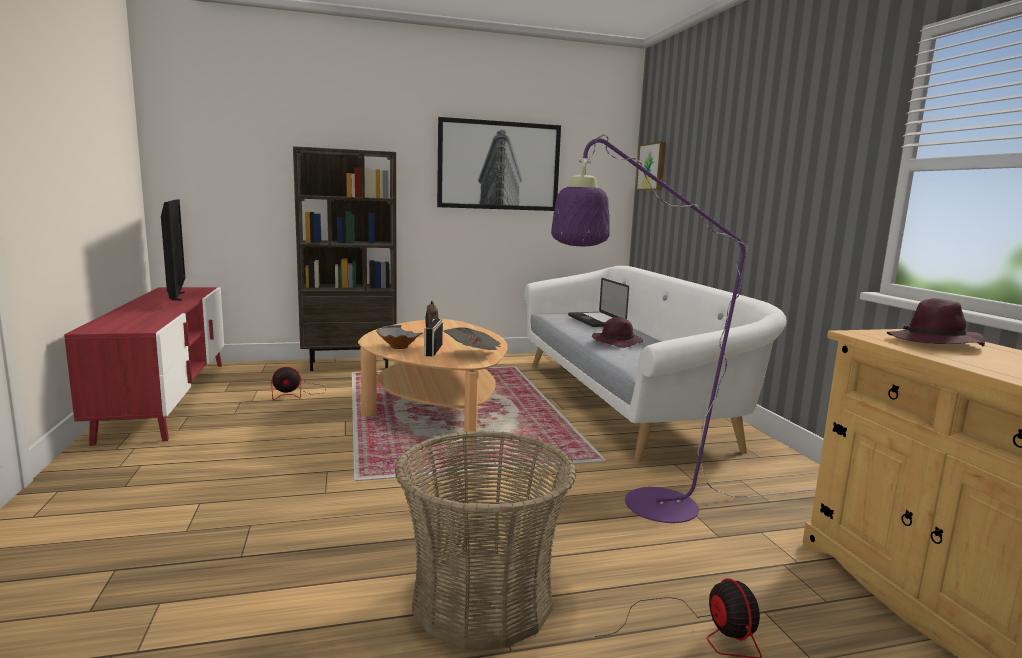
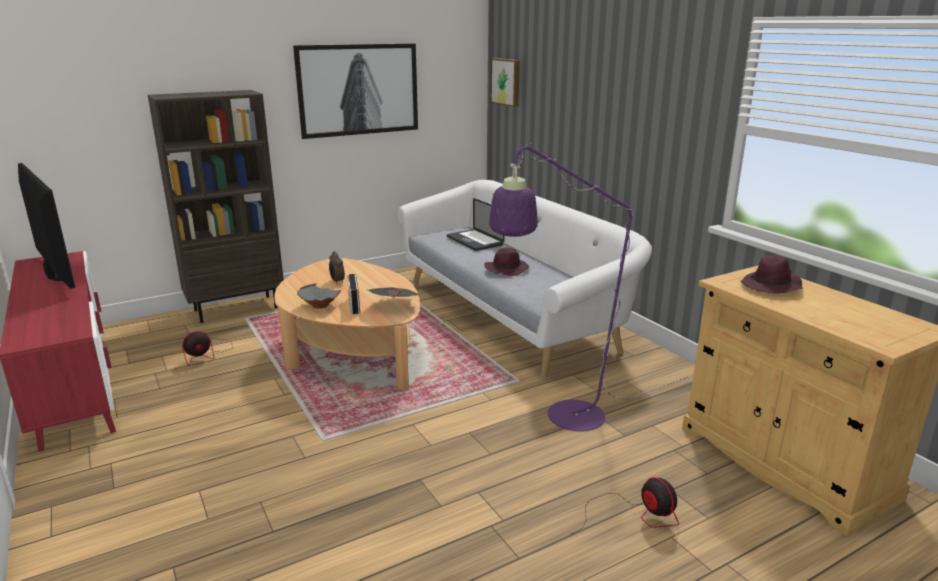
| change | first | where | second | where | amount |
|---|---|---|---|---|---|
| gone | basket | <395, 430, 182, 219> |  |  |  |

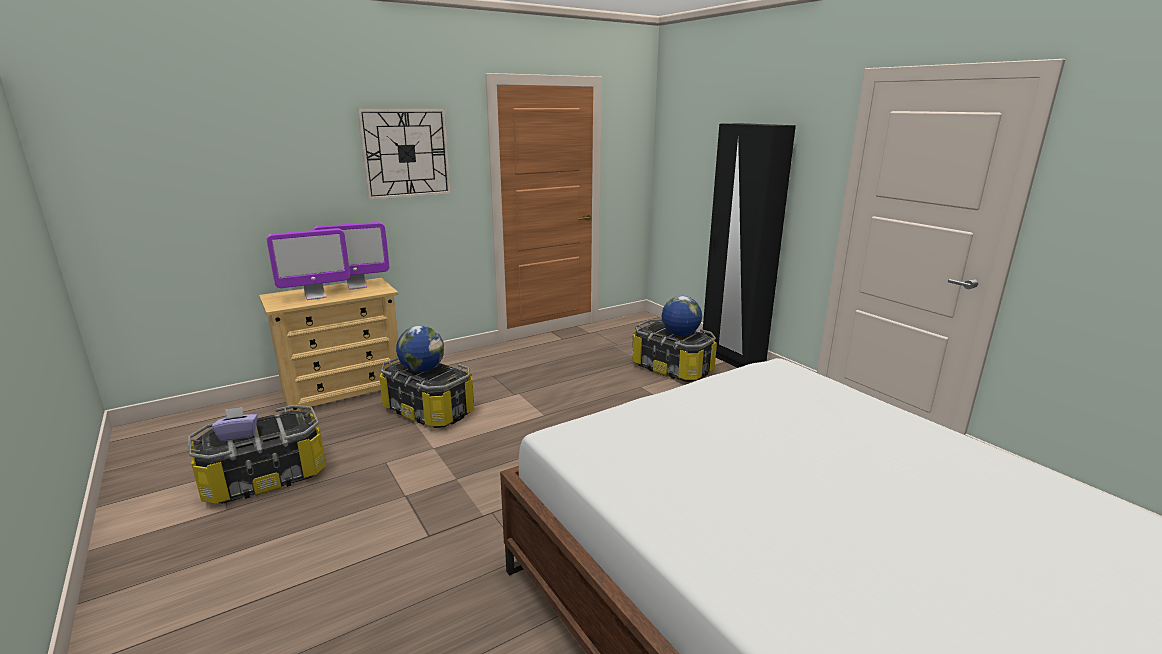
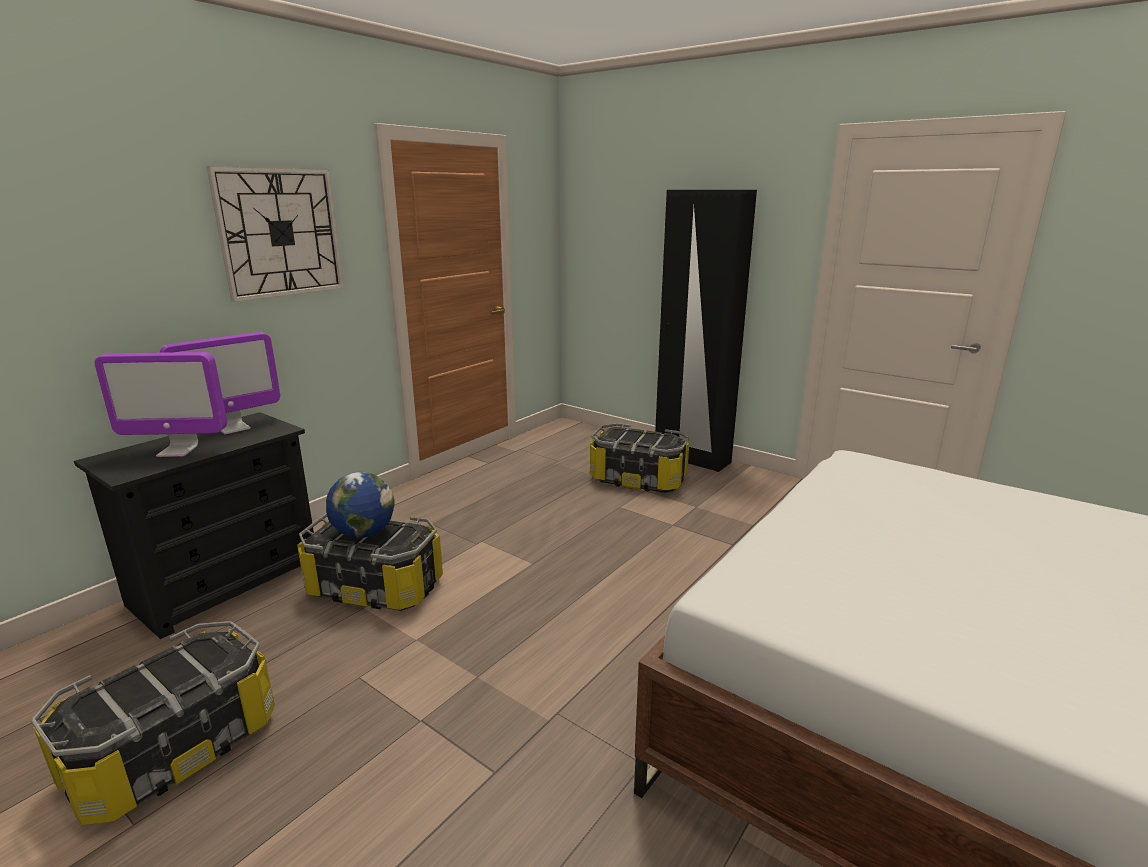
| change | first | where | second | where | amount |
|---|---|---|---|---|---|
| rotated | monitor | <267, 228, 83, 72> |  | <95, 352, 132, 105> | 45 degrees clockwise |
| repainted | chest of drawers in beige-coloured | <259, 278, 141, 133> | chest of drawers in black | <74, 412, 240, 227> |  |
| gone | globe | <662, 296, 40, 40> |  |  |  |
| gone | tissue holder in purple-coloured | <212, 407, 46, 34> |  |  |  |

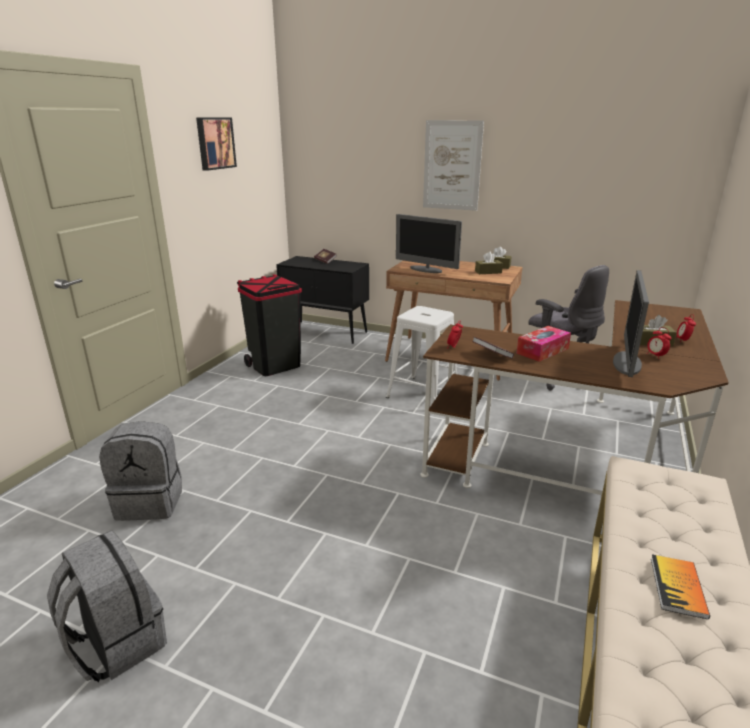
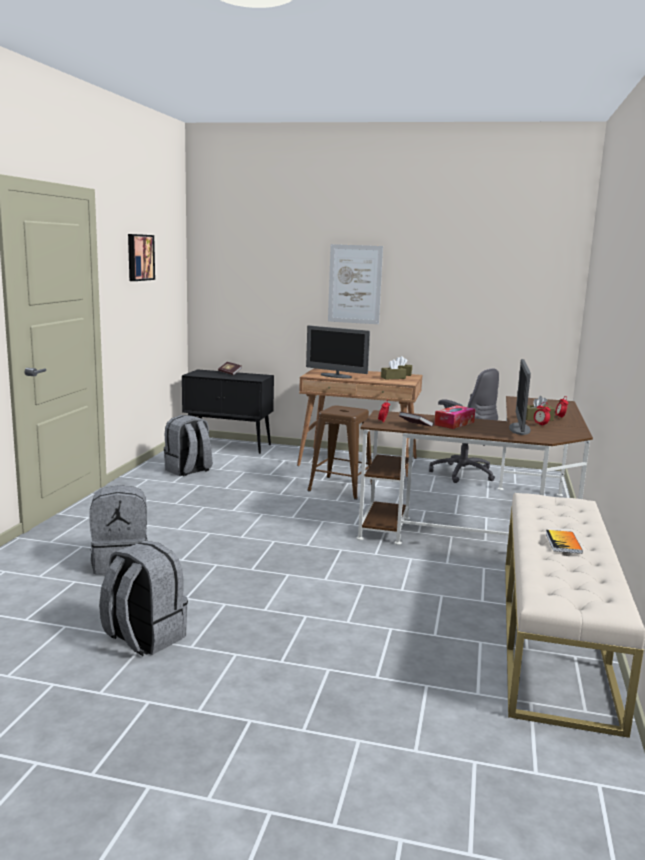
| change | first | where | second | where | amount |
|---|---|---|---|---|---|
| swapped | waste bin in black | <237, 274, 65, 102> | backpack in greyish | <164, 415, 48, 61> |  |
| repainted | sitting stool in white | <386, 306, 71, 98> | sitting stool in brownish | <307, 405, 65, 95> |  |

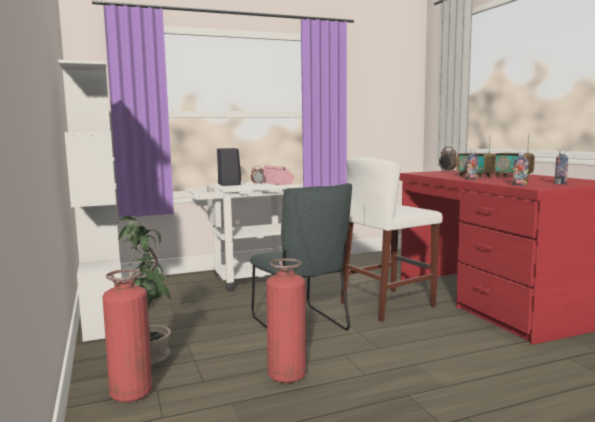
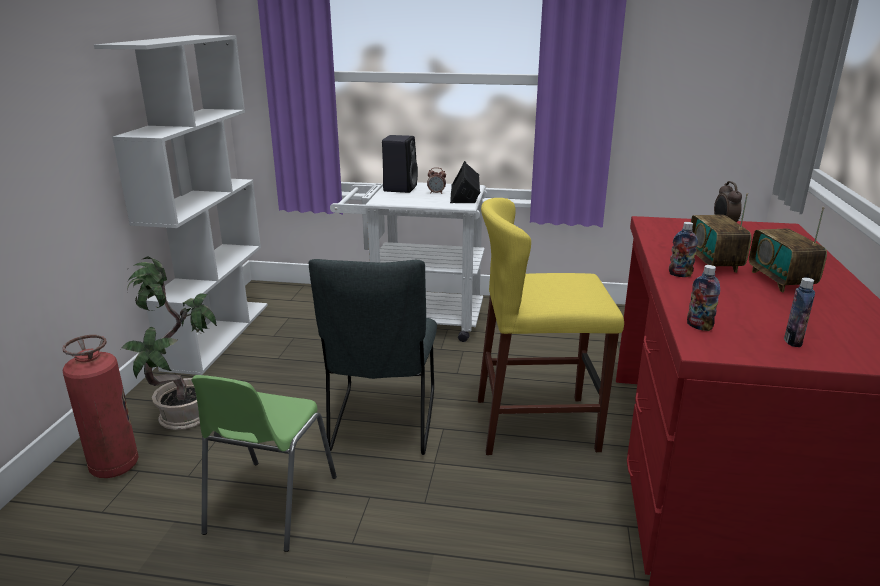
| change | first | where | second | where | amount |
|---|---|---|---|---|---|
| repainted | sitting stool in white | <341, 157, 102, 165> | sitting stool in yellowish | <478, 198, 146, 257> |  |
| repainted | audio speaker in pink | <262, 165, 33, 20> | audio speaker in black | <450, 161, 30, 42> |  |
| swapped | fire extinguisher | <266, 258, 40, 125> | chair in greenish | <192, 375, 145, 177> |  |

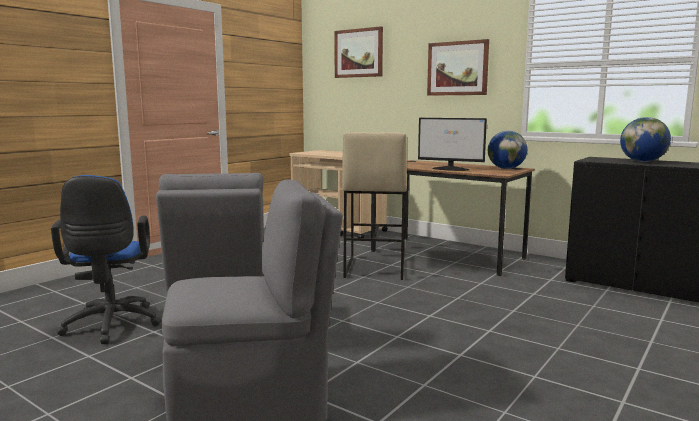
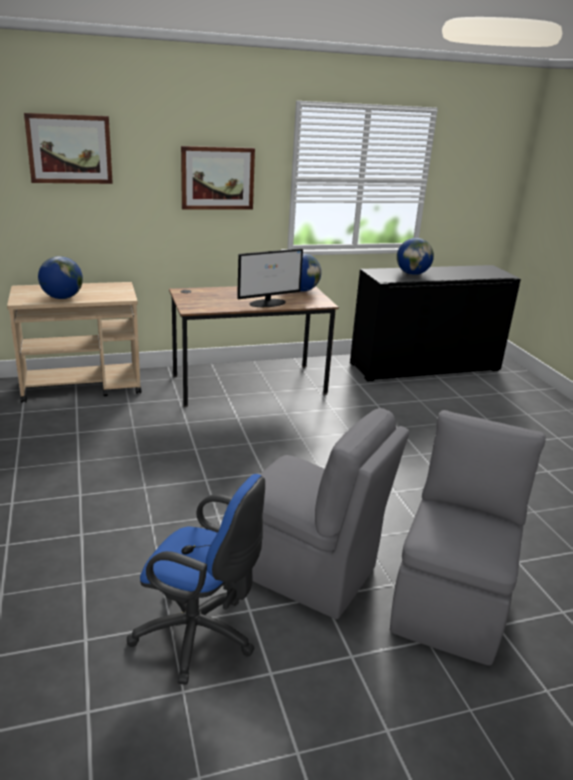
| change | first | where | second | where | amount |
|---|---|---|---|---|---|
| gone | sitting stool in beige-coloured | <342, 132, 65, 148> |  |  |  |
| new |  |  | globe | <38, 256, 45, 43> |  |

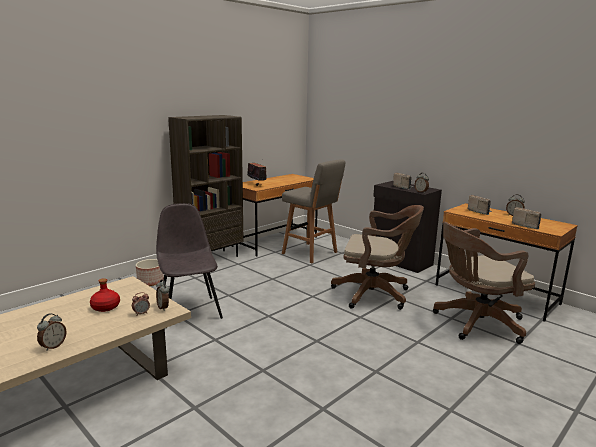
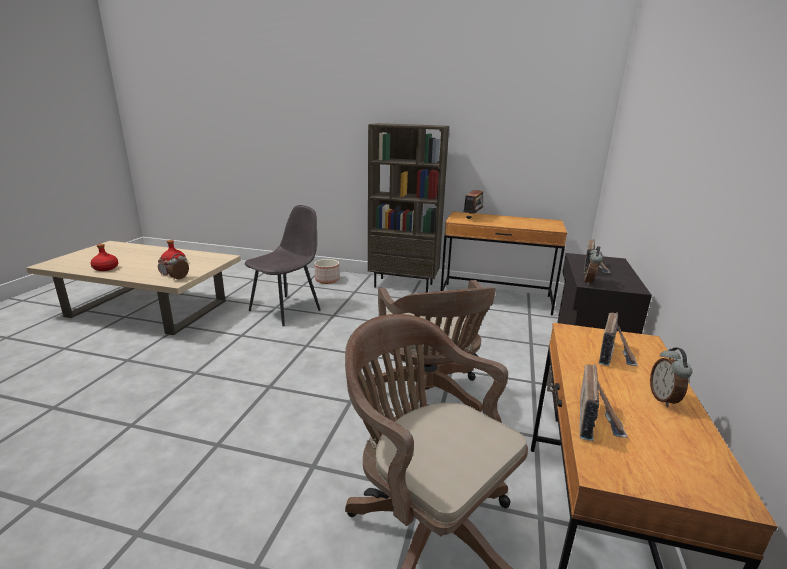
| change | first | where | second | where | amount |
|---|---|---|---|---|---|
| gone | sitting stool in greyish | <282, 159, 63, 104> |  |  |  |
| swapped | bedside clock | <37, 313, 29, 38> | beverage bottle in red | <91, 244, 27, 27> |  |

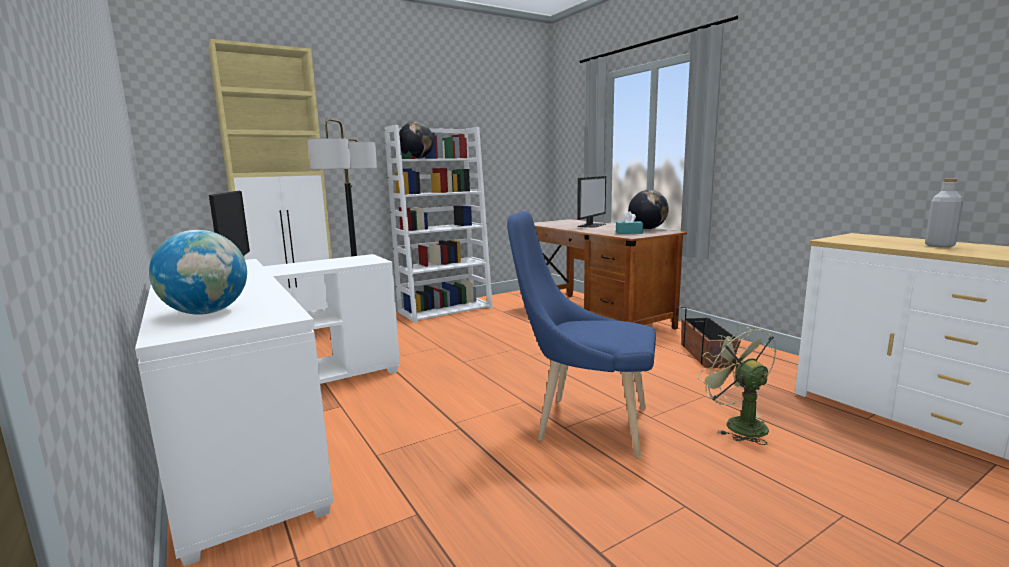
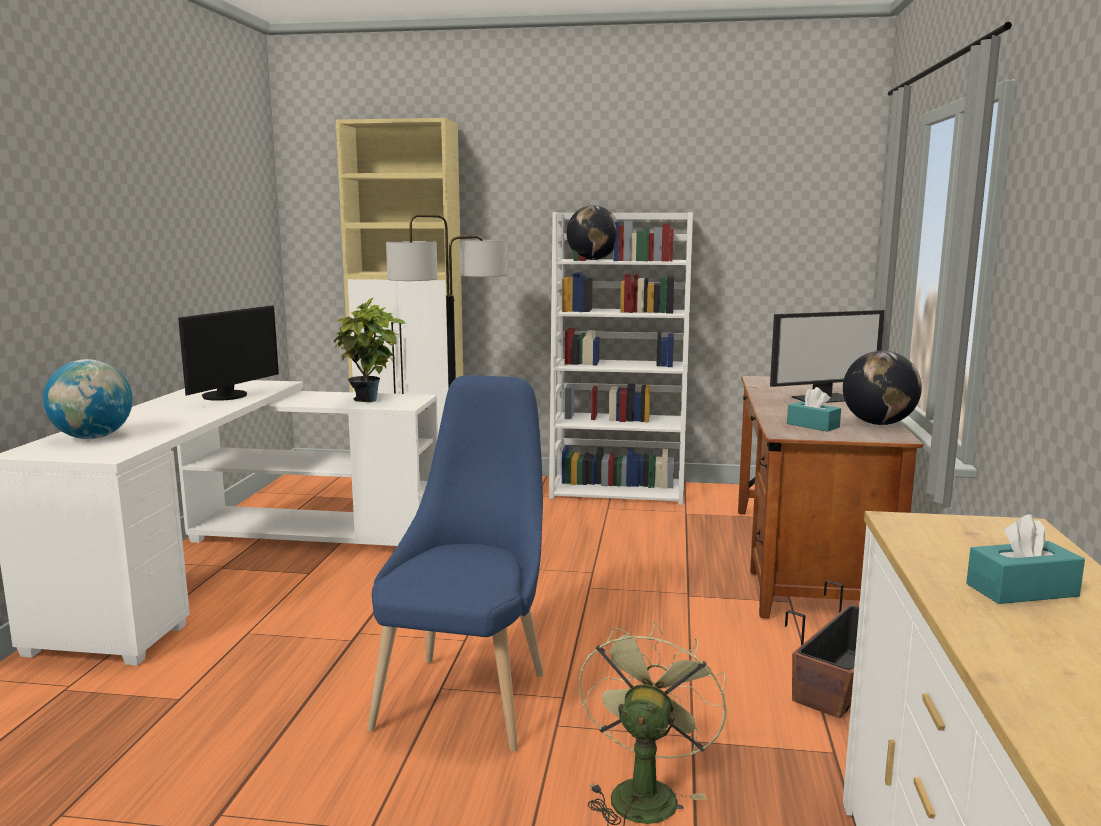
| change | first | where | second | where | amount |
|---|---|---|---|---|---|
| swapped | beverage bottle in greyish | <925, 179, 38, 69> | tissue holder in turquoise-coloured | <966, 514, 119, 90> |  |
| rotated | chair in blue | <507, 211, 149, 247> |  | <367, 375, 177, 376> | 45 degrees clockwise |
| new |  |  | houseplant | <334, 297, 72, 105> |  |

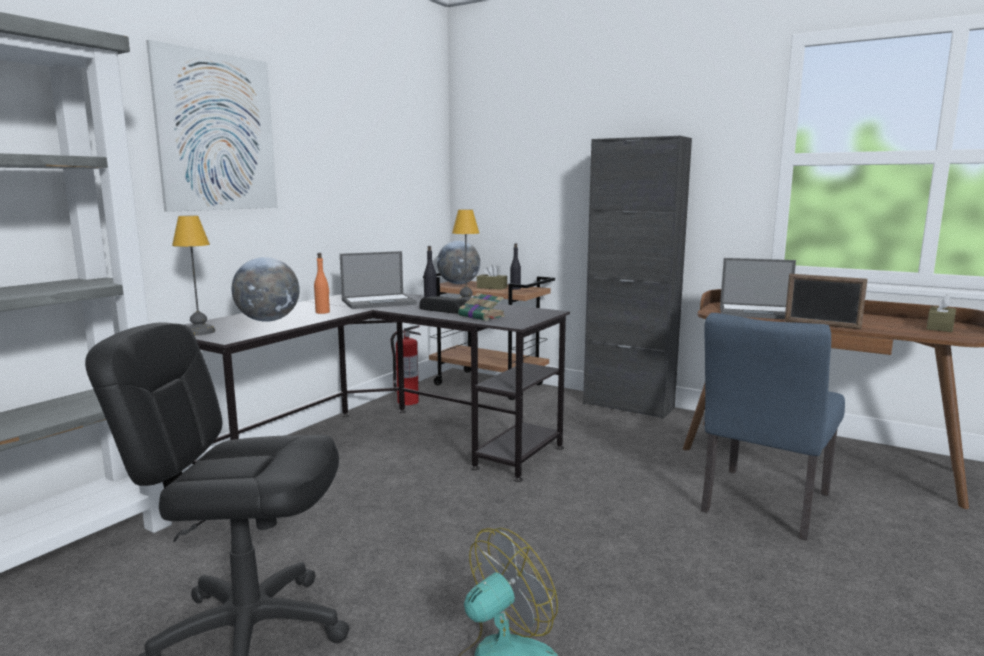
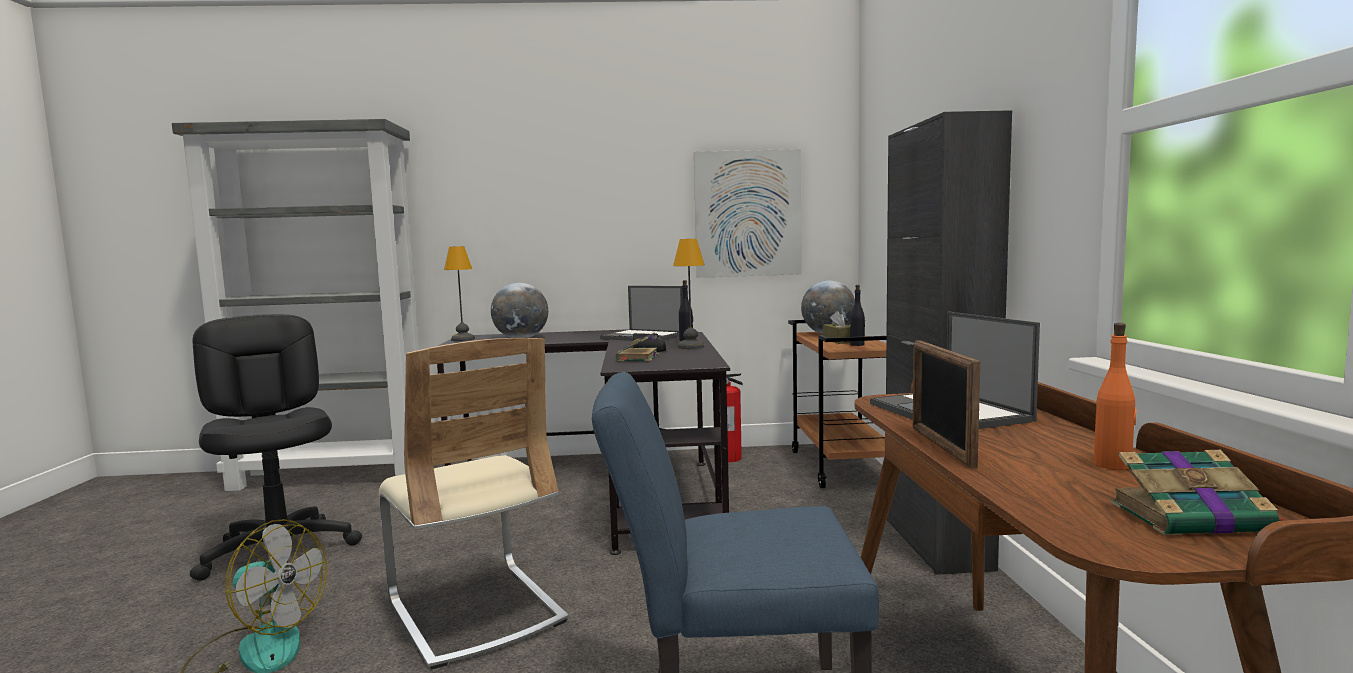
| change | first | where | second | where | amount |
|---|---|---|---|---|---|
| shifted | wall art | <146, 40, 131, 172> |  | <694, 149, 108, 129> |  |
| shifted | beverage bottle in orange-coloured | <314, 253, 16, 61> |  | <1094, 323, 43, 147> |  |
| swapped | tissue holder in brownish | <926, 294, 30, 38> | book | <1111, 450, 173, 85> |  |
| new |  |  | chair in beige-coloured | <379, 338, 190, 332> |  |

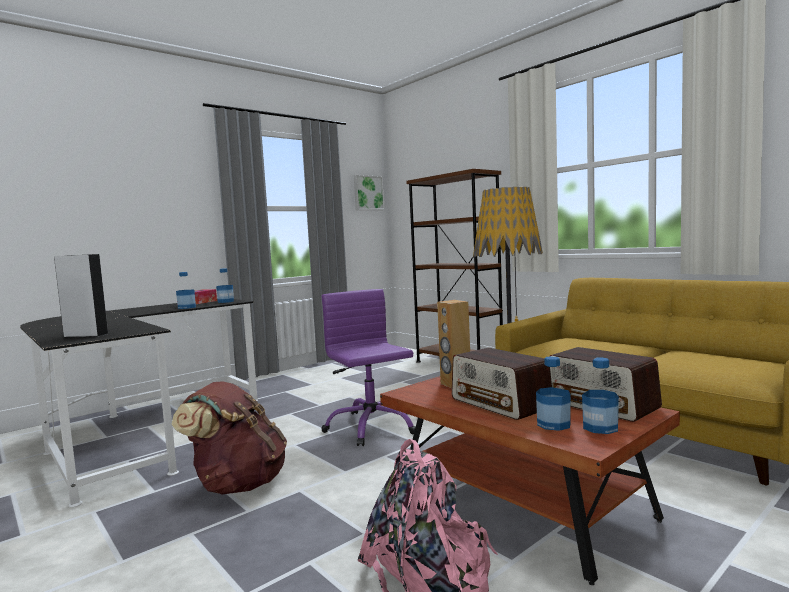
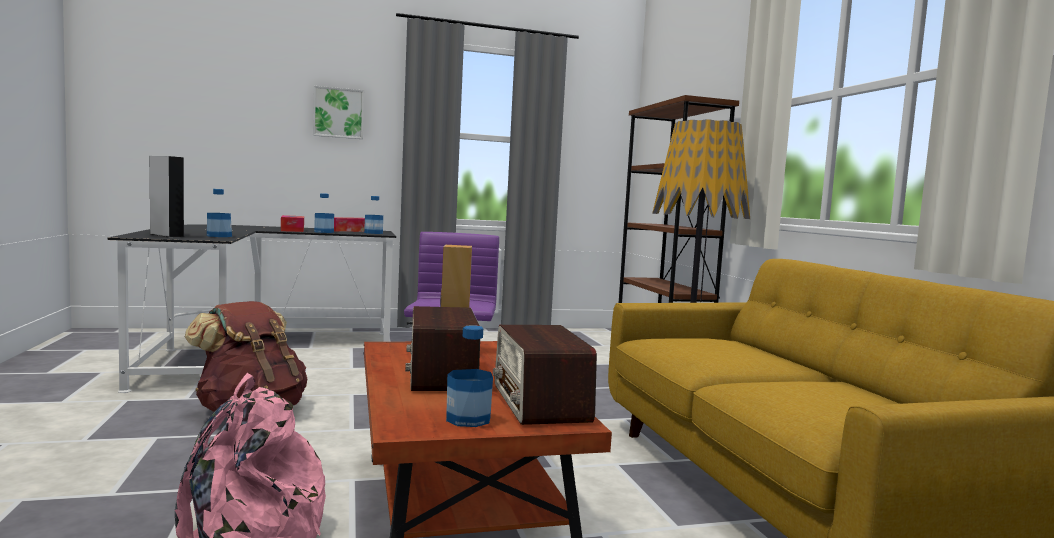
| change | first | where | second | where | amount |
|---|---|---|---|---|---|
| shifted | wall art | <354, 175, 31, 35> |  | <313, 86, 51, 53> |  |
| shifted | beverage bottle | <536, 356, 35, 75> |  | <207, 189, 25, 48> |  |
| new |  |  | tissue holder | <281, 215, 23, 17> |  |

